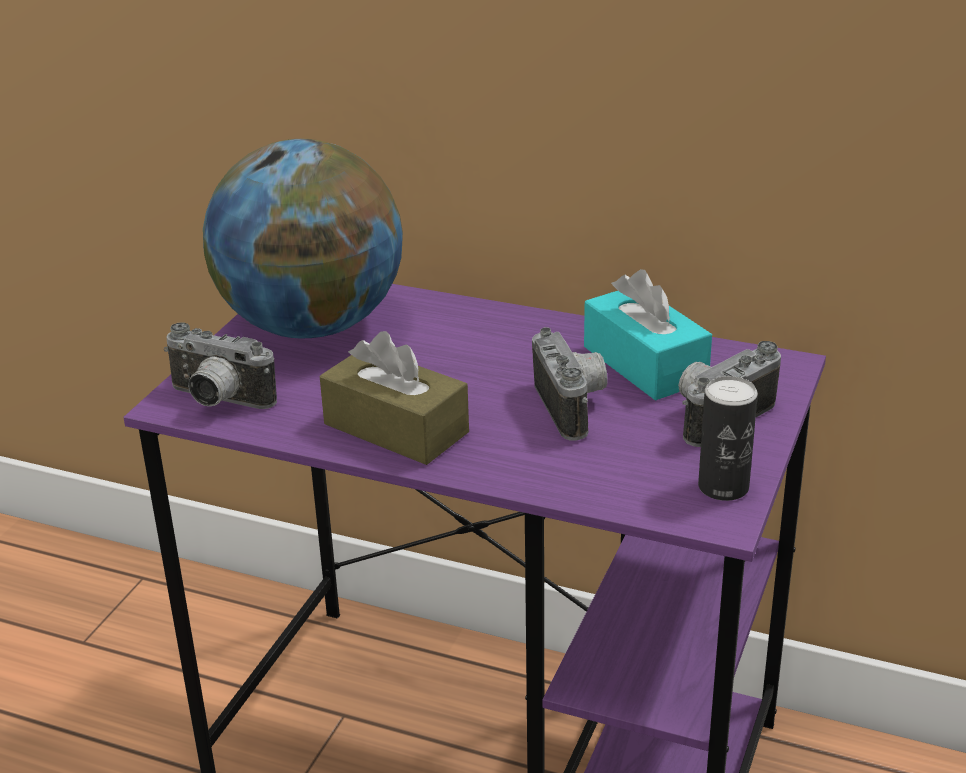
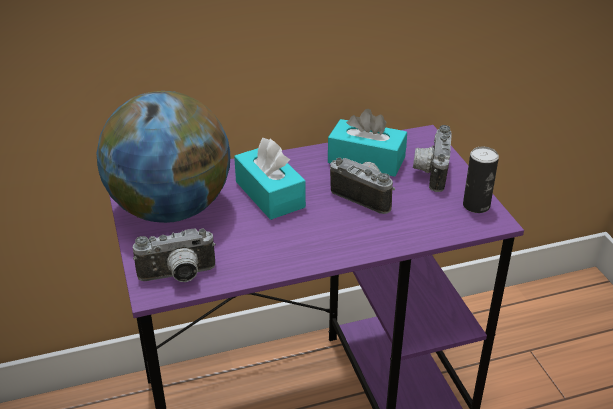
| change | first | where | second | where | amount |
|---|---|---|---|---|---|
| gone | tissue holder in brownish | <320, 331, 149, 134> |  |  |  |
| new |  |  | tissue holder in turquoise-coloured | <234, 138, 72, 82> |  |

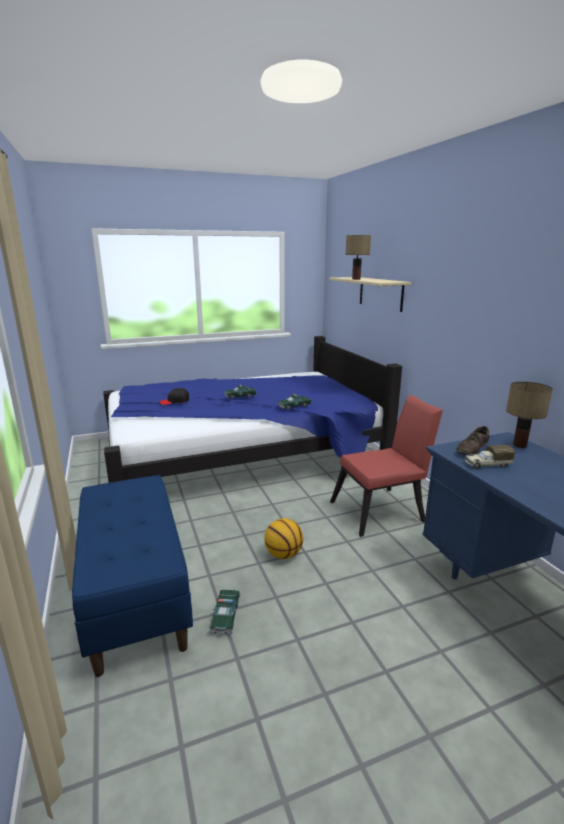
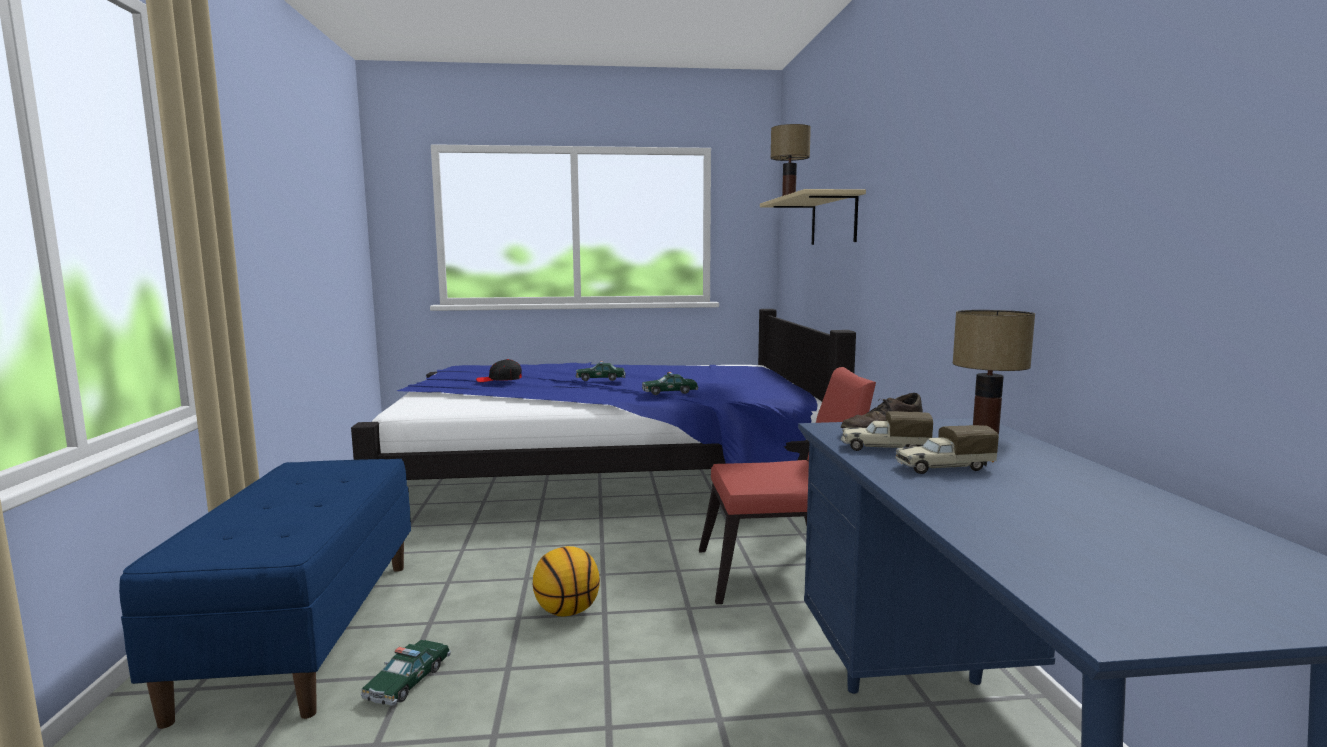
| change | first | where | second | where | amount |
|---|---|---|---|---|---|
| new |  |  | model truck | <895, 425, 104, 49> |  |

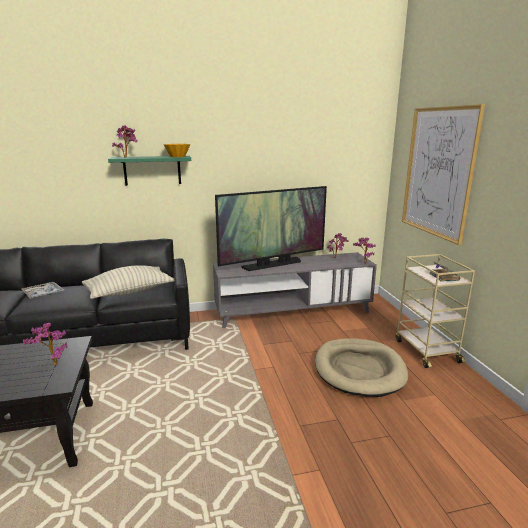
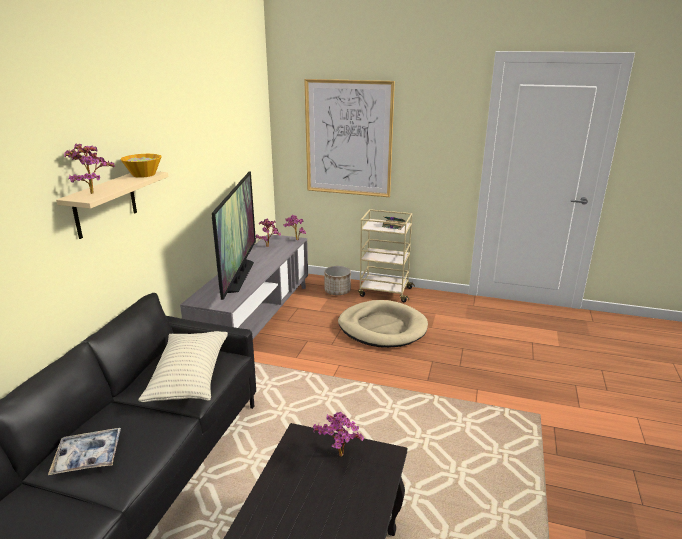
| change | first | where | second | where | amount |
|---|---|---|---|---|---|
| repainted | wall shelf in greenish | <108, 156, 83, 30> | wall shelf in beige-coloured | <56, 171, 112, 68> |  |
| new |  |  | plant pot | <324, 266, 27, 29> |  |

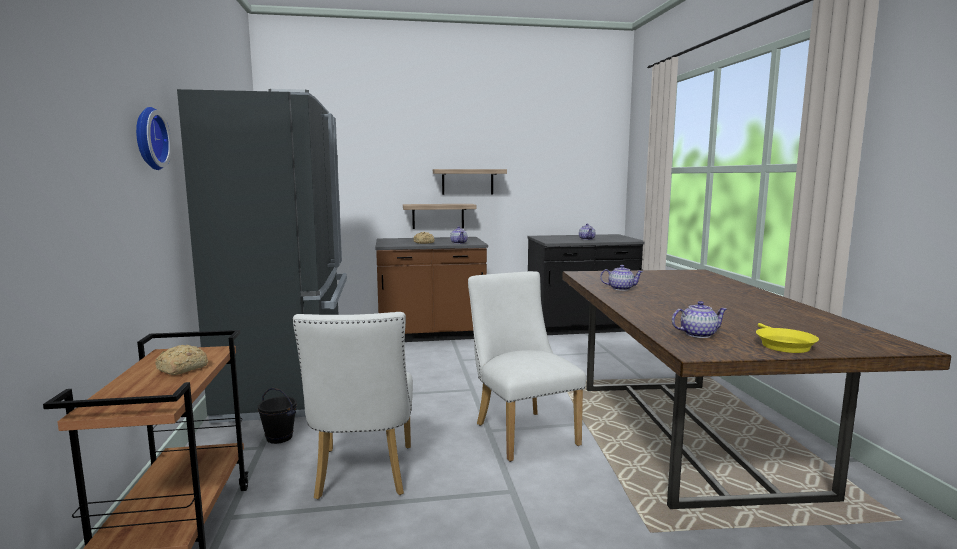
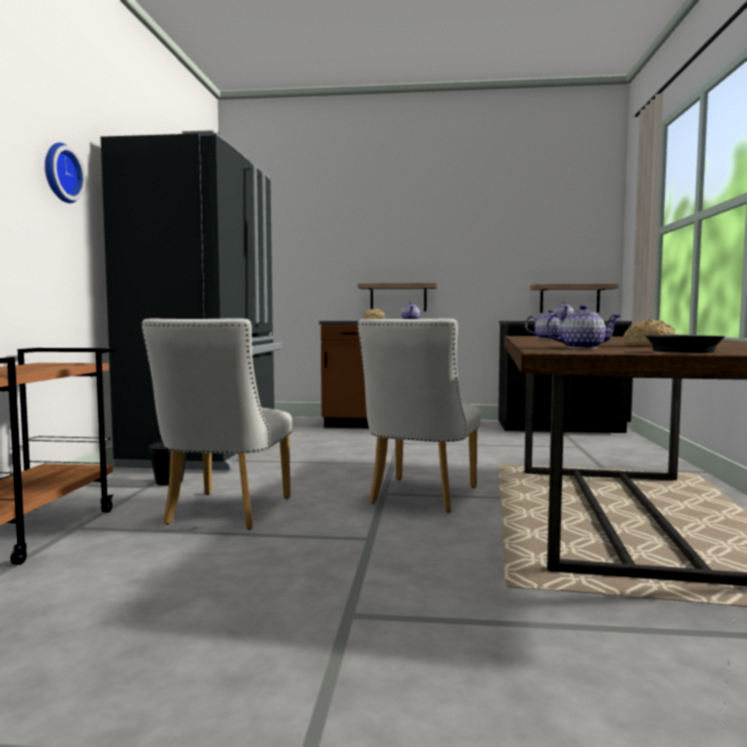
| change | first | where | second | where | amount |
|---|---|---|---|---|---|
| shifted | wall shelf | <433, 169, 74, 26> |  | <530, 283, 89, 30> |  |
| rotated | chair in white | <468, 271, 118, 191> |  | <358, 319, 123, 194> | 150 degrees counterclockwise |
| repainted | frying pan in yellowish | <756, 323, 63, 30> | frying pan in black | <645, 335, 81, 18> |  |
| shifted | bakery bread | <155, 345, 53, 30> |  | <623, 319, 53, 27> |  |

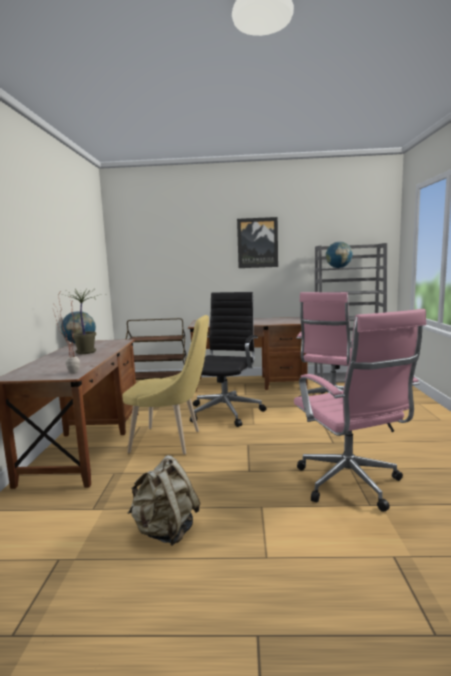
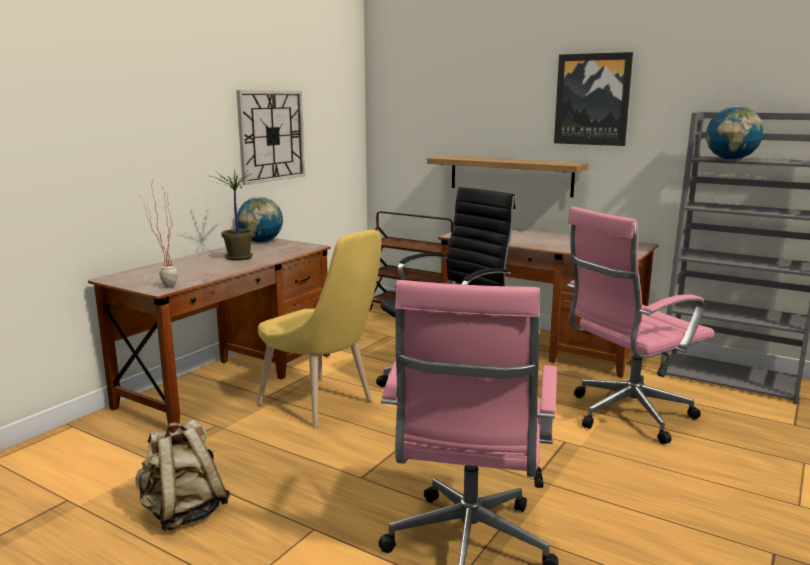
| change | first | where | second | where | amount |
|---|---|---|---|---|---|
| new |  |  | clock on the wall | <236, 90, 69, 95> |  |
| new |  |  | wall shelf | <427, 156, 161, 41> |  |

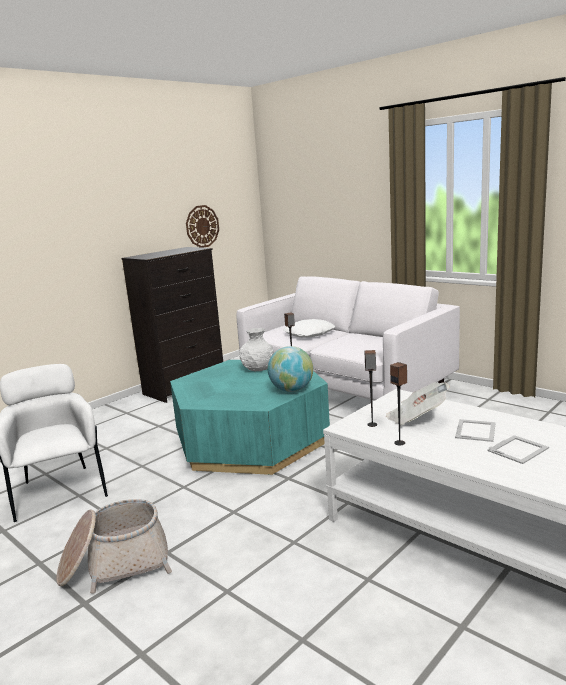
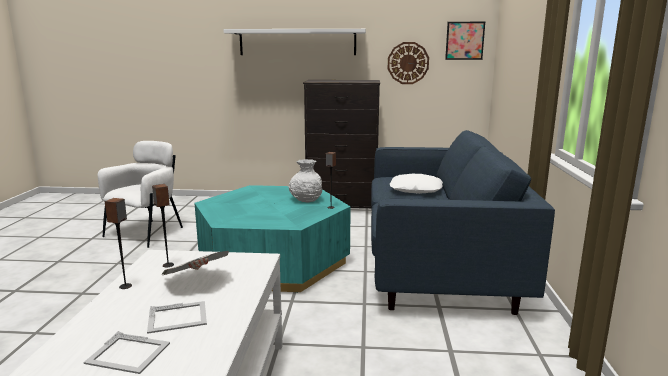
| change | first | where | second | where | amount |
|---|---|---|---|---|---|
| repainted | couch in white | <236, 276, 224, 125> | couch in blue | <371, 130, 184, 185> |  |
| gone | globe | <268, 346, 45, 46> |  |  |  |
| gone | basket | <56, 499, 116, 94> |  |  |  |
| new |  |  | wall art | <445, 22, 40, 38> |  |
| new |  |  | wall shelf in white | <223, 29, 143, 26> |  |

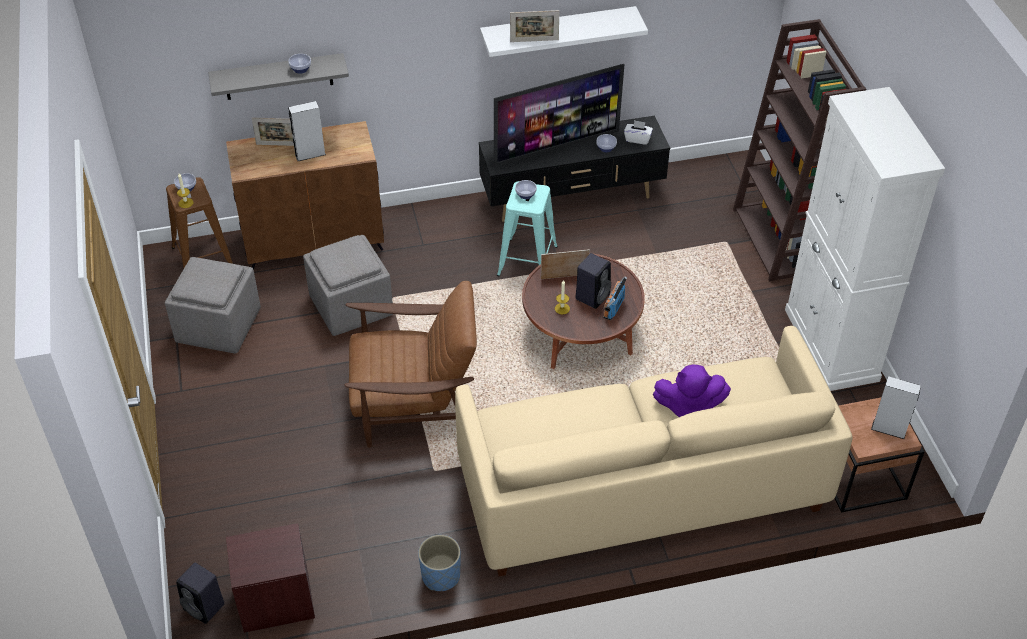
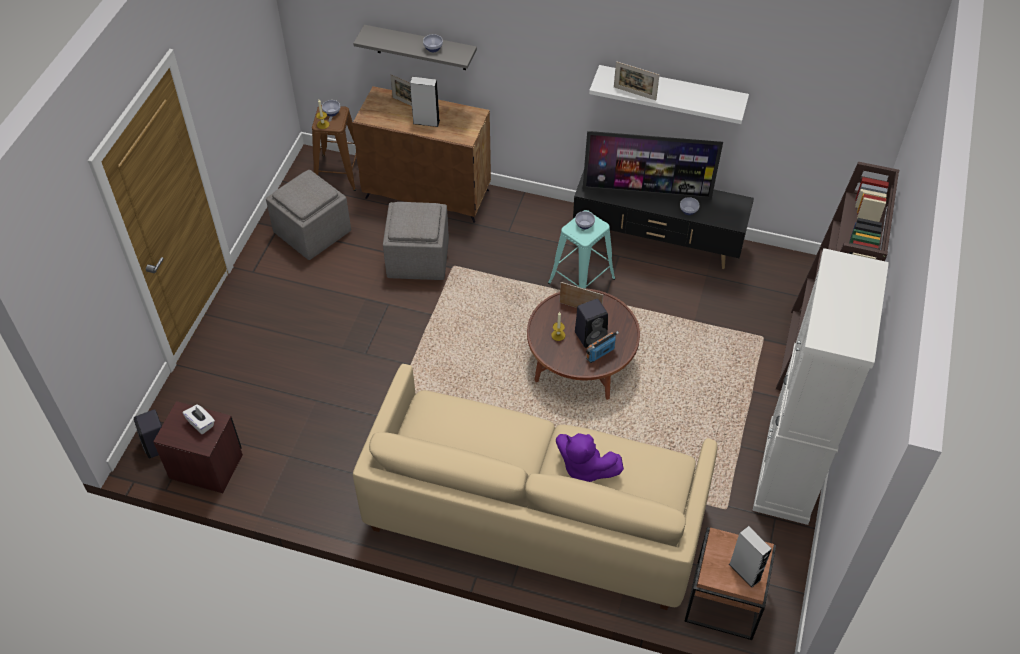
| change | first | where | second | where | amount |
|---|---|---|---|---|---|
| shifted | tissue holder in white | <624, 120, 29, 25> |  | <183, 404, 32, 30> |  |
| gone | easy chair in brownish | <345, 281, 132, 167> |  |  |  |
| gone | plant pot in blue | <418, 535, 42, 56> |  |  |  |

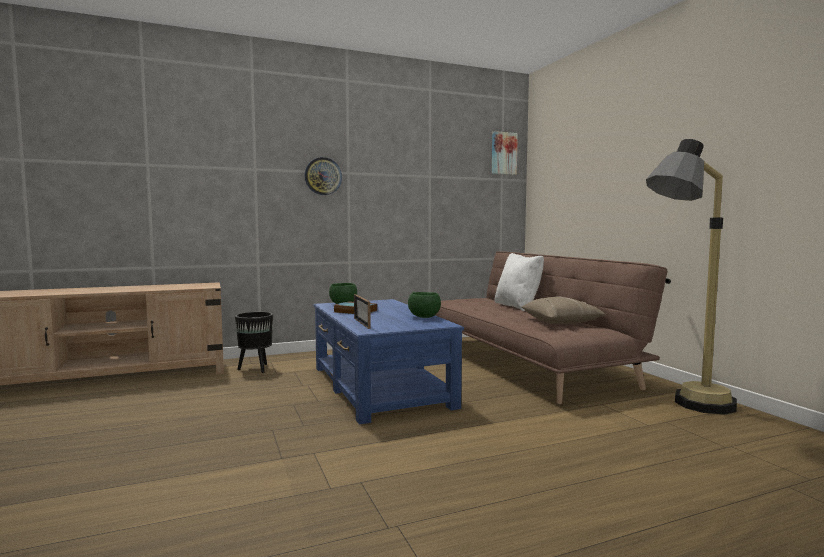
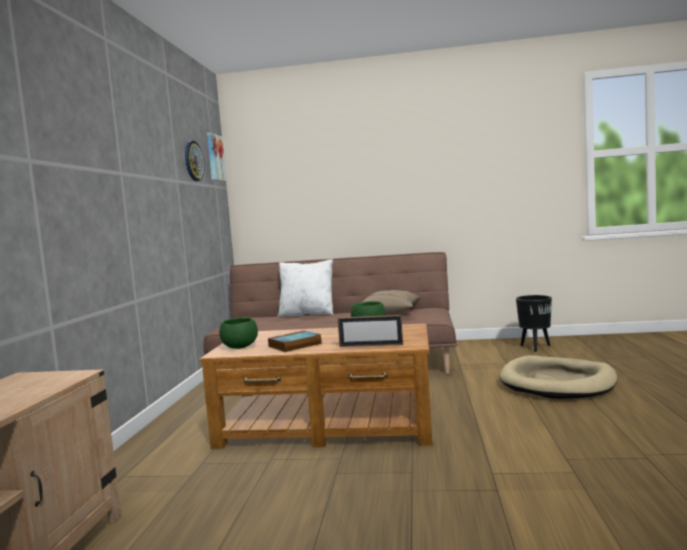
| change | first | where | second | where | amount |
|---|---|---|---|---|---|
| gone | floor lamp | <646, 139, 91, 276> |  |  |  |
| shifted | clock on the wall | <305, 157, 37, 38> |  | <185, 141, 19, 40> |  |
| repainted | low table in blue | <314, 299, 150, 125> | low table in brownish | <199, 323, 234, 126> |  |
| shifted | plant pot in black | <235, 312, 38, 61> |  | <516, 295, 36, 57> |  |
| new |  |  | dog bed in beige-coloured | <500, 355, 117, 44> |  |

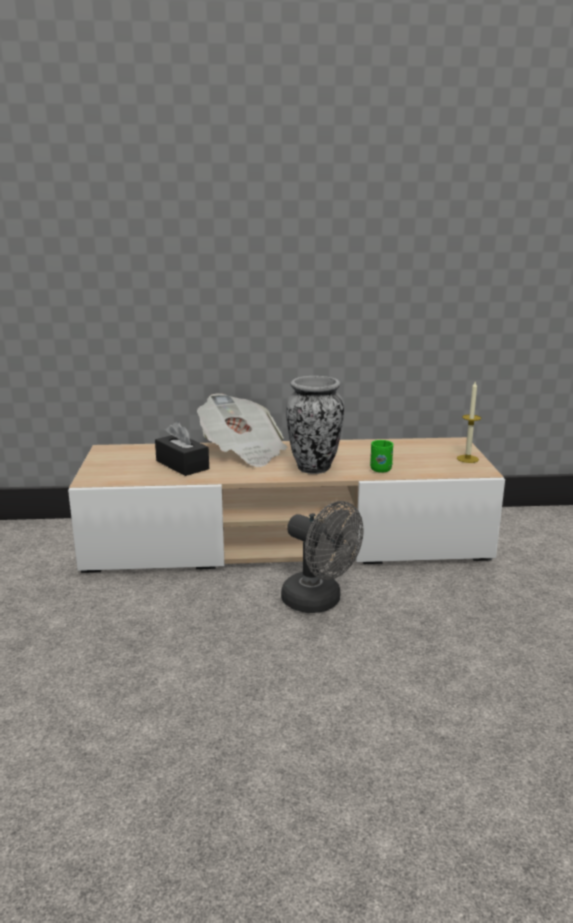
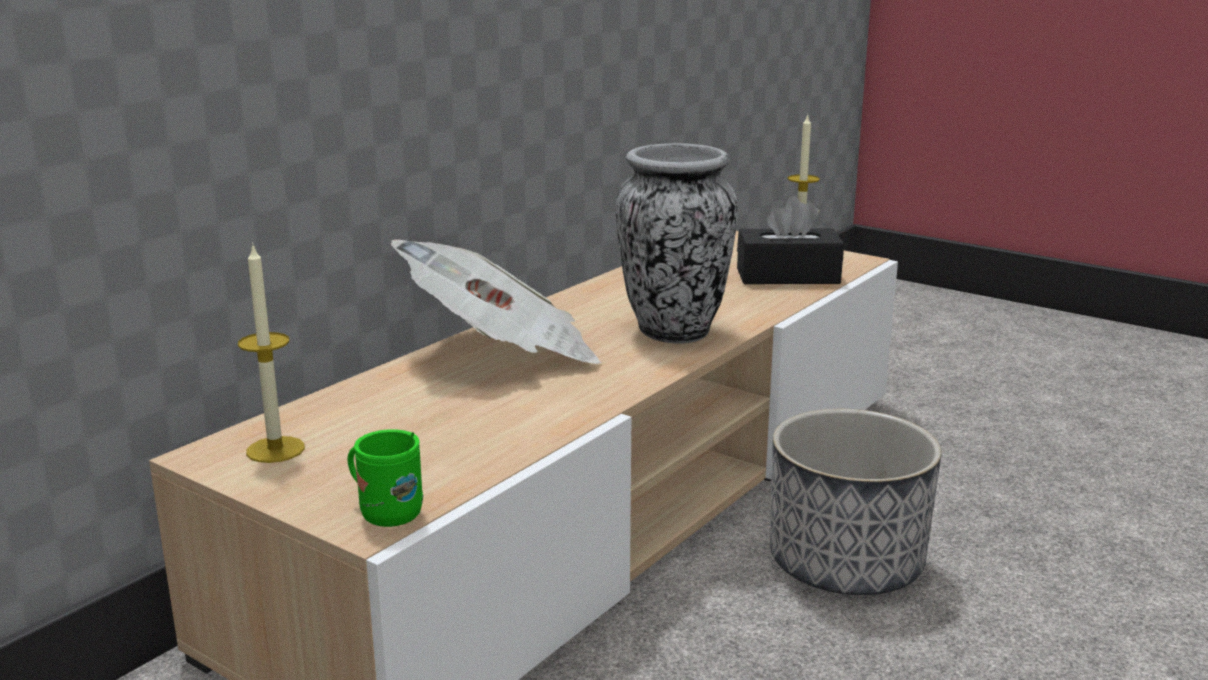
| change | first | where | second | where | amount |
|---|---|---|---|---|---|
| shifted | tissue holder in black | <155, 421, 54, 55> |  | <737, 196, 107, 88> |  |
| shifted | mug in greenish | <370, 440, 23, 33> |  | <348, 429, 75, 98> |  |
| swapped | cooling fan in greyish | <281, 501, 82, 112> | plant pot | <770, 409, 172, 186> |  |
| new |  |  | wax light | <238, 243, 67, 220> |  |

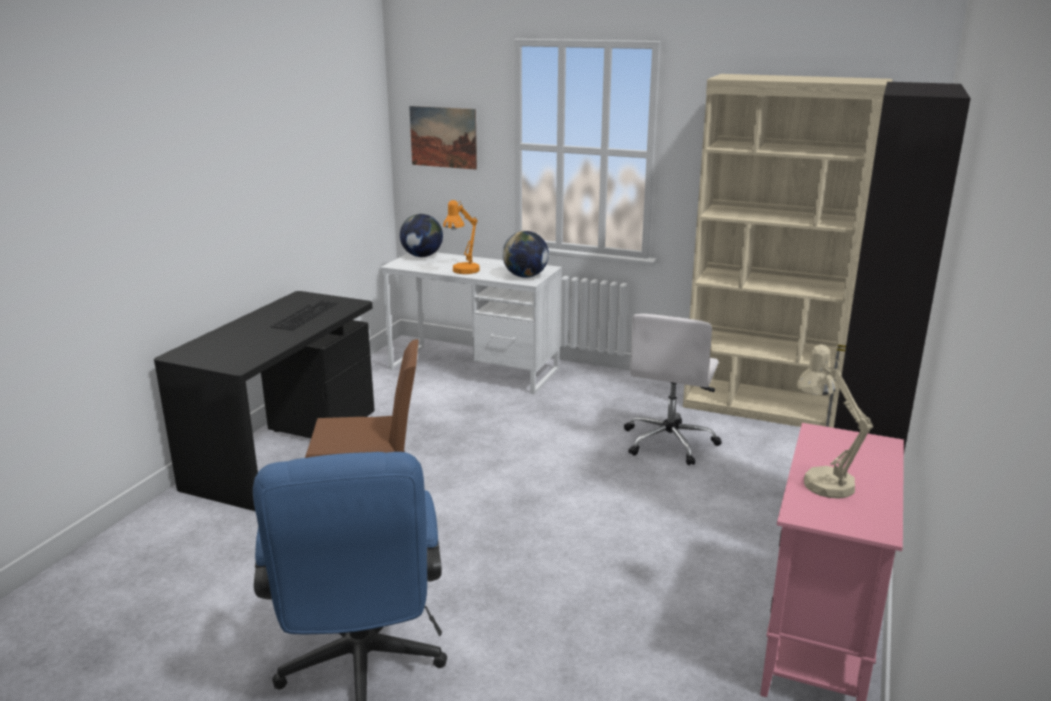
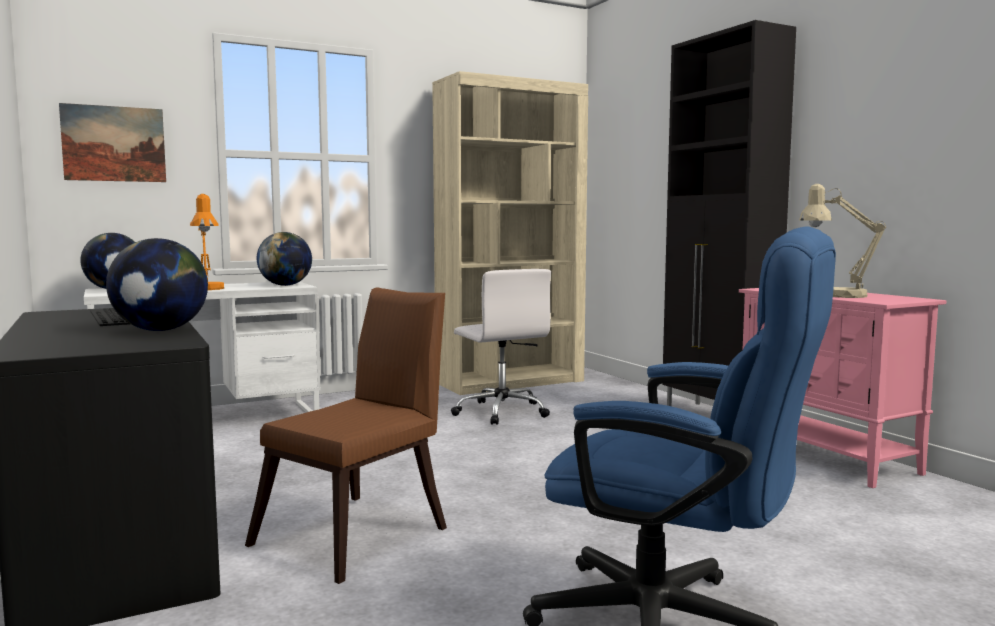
| change | first | where | second | where | amount |
|---|---|---|---|---|---|
| new |  |  | globe | <106, 238, 102, 93> |  |

